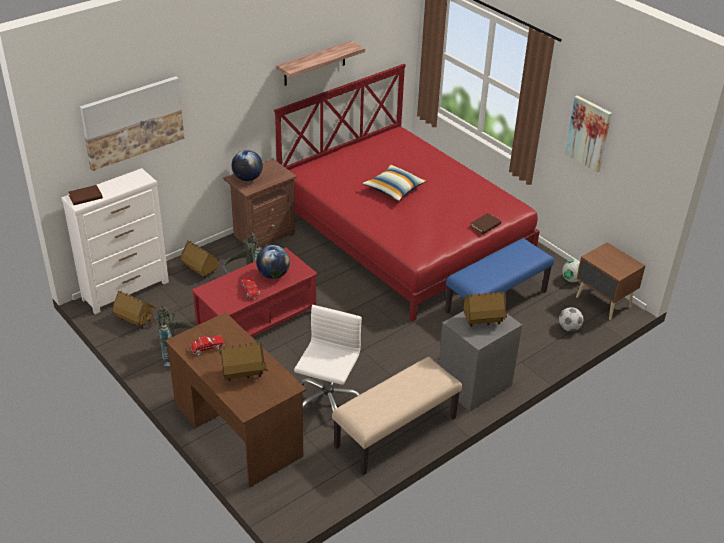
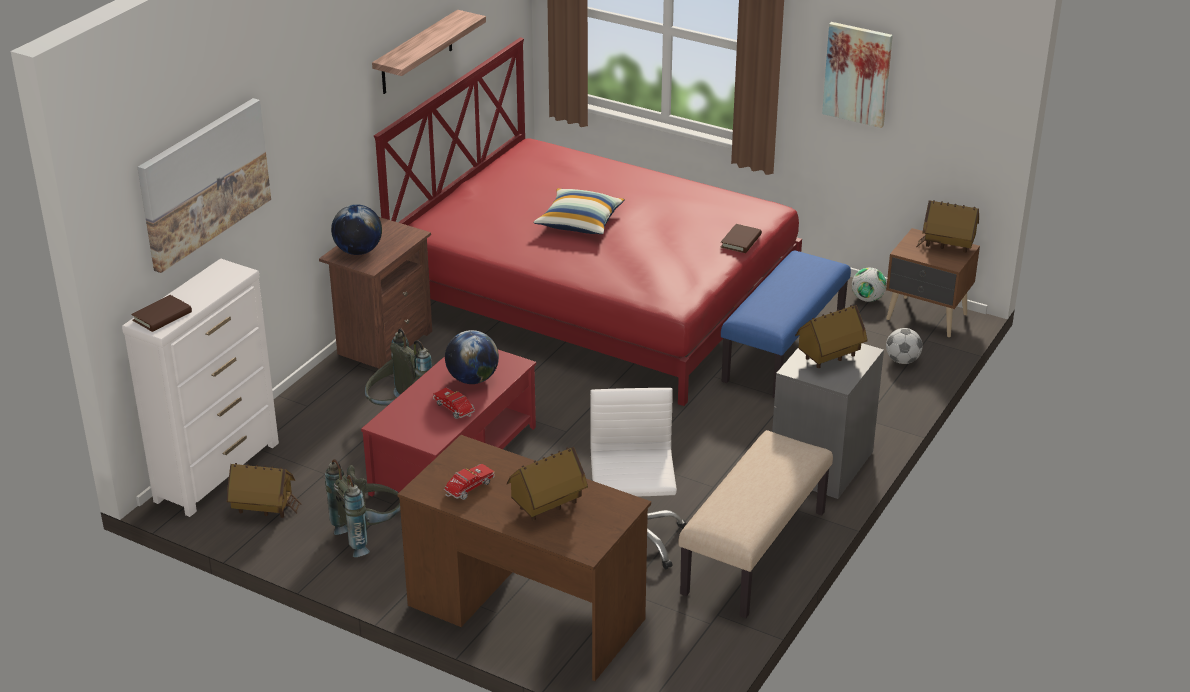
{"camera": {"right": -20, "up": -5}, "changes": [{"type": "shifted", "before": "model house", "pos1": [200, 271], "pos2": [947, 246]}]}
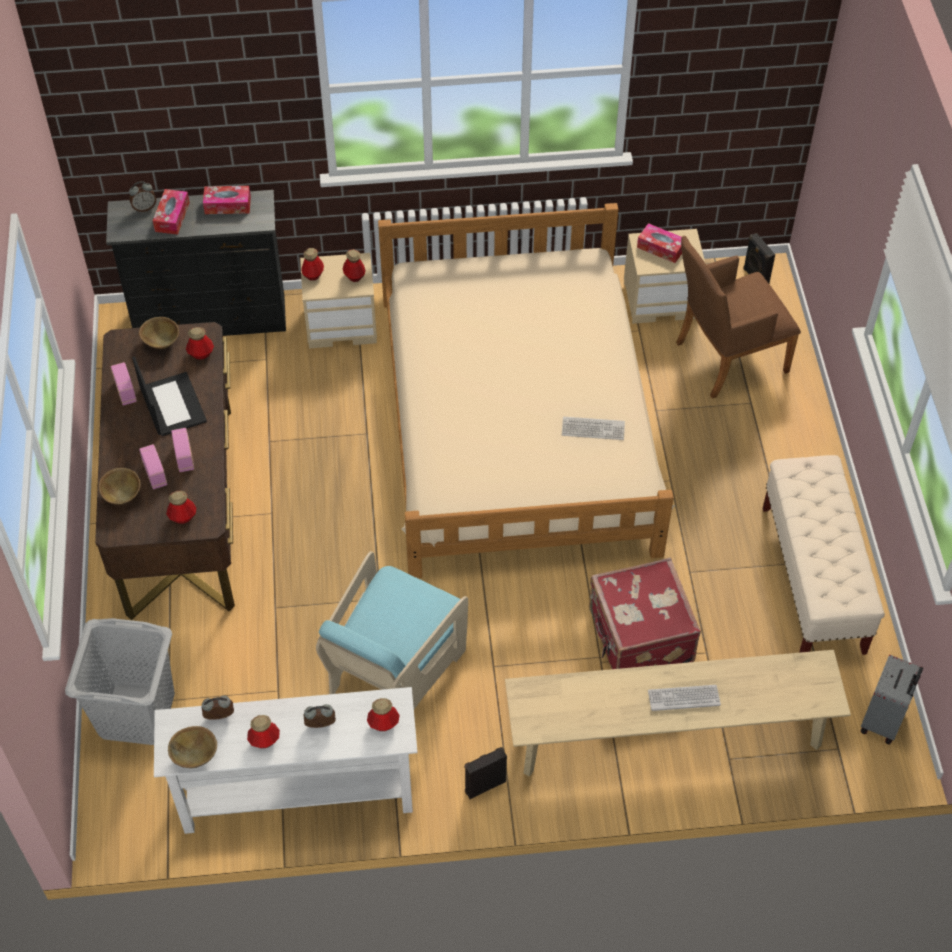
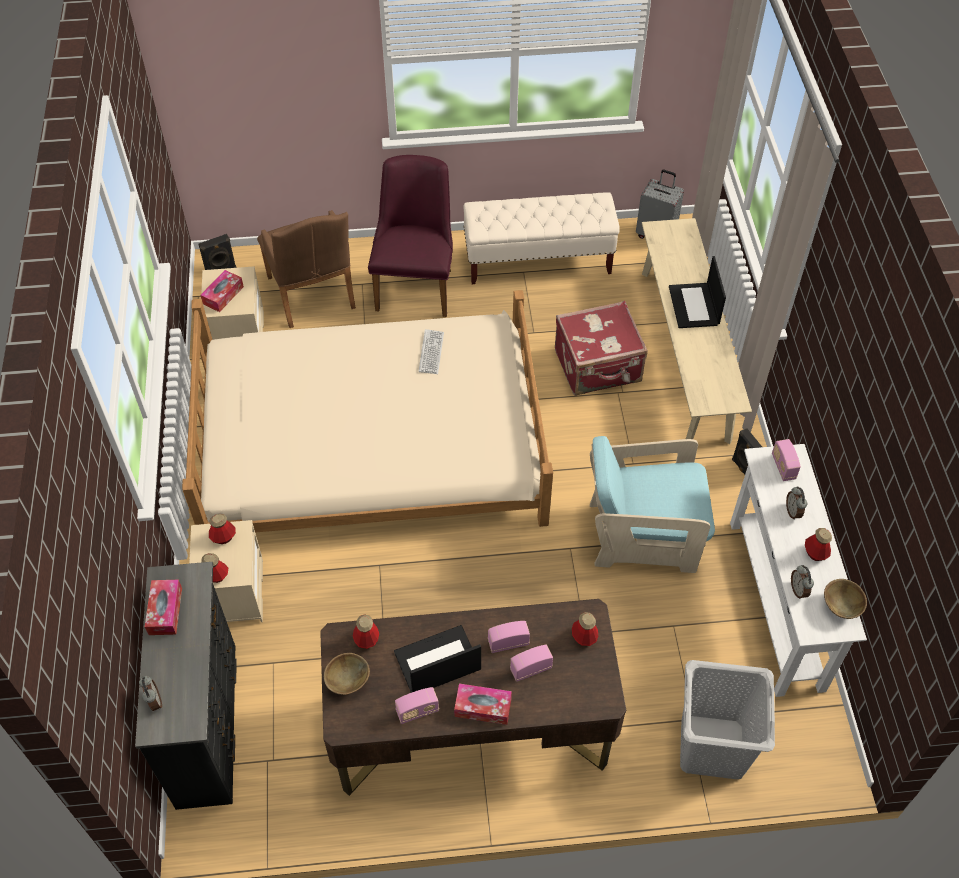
{"camera": {"right": -90, "up": 0}, "changes": [{"type": "shifted", "before": "tissue holder", "pos1": [172, 217], "pos2": [483, 707]}, {"type": "gone", "before": "brown-coloured bowl", "pos1": [122, 495]}, {"type": "rotated", "before": "blue-green easy chair", "pos1": [395, 669], "pos2": [643, 534], "turn": 150}, {"type": "swapped", "before": "computer keyboard", "after": "notebook computer", "pos1": [683, 698], "pos2": [694, 306]}, {"type": "swapped", "before": "beverage bottle", "after": "radio receiver", "pos1": [383, 723], "pos2": [783, 467]}, {"type": "new", "after": "purplish upright chair", "pos2": [416, 284]}]}
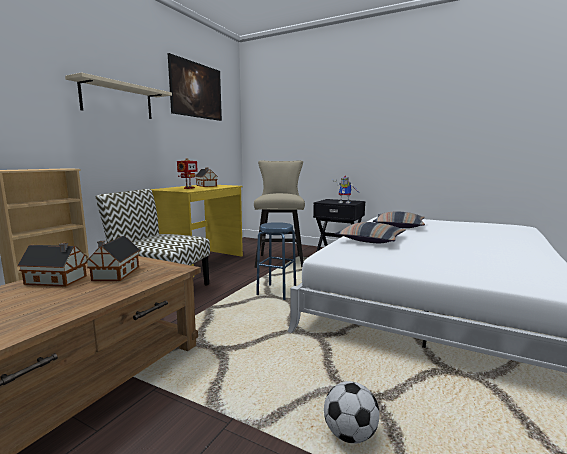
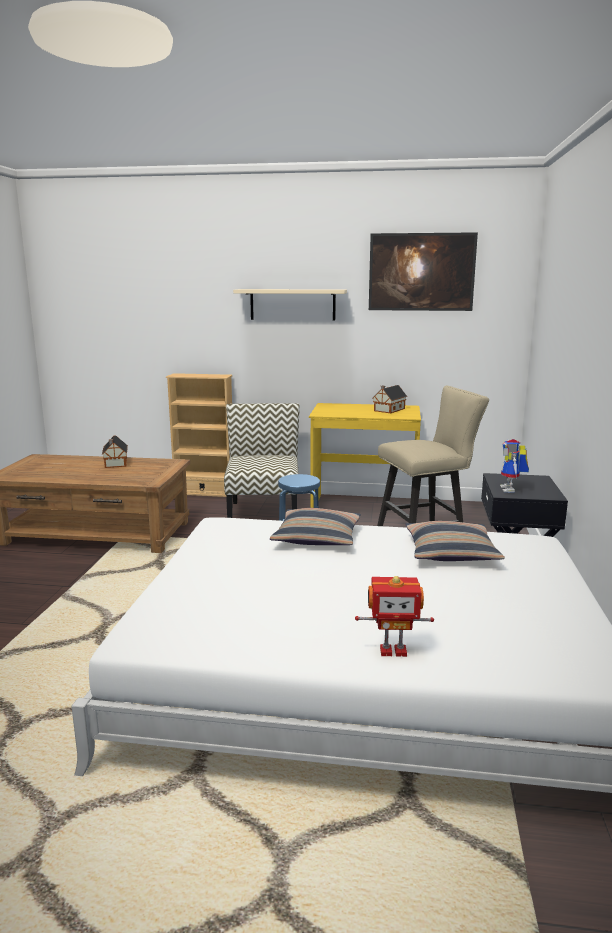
{"camera": {"right": 70, "up": 5}, "changes": [{"type": "shifted", "before": "robot figure", "pos1": [188, 188], "pos2": [393, 650]}, {"type": "gone", "before": "model house", "pos1": [114, 274]}, {"type": "gone", "before": "ball for football", "pos1": [349, 434]}]}
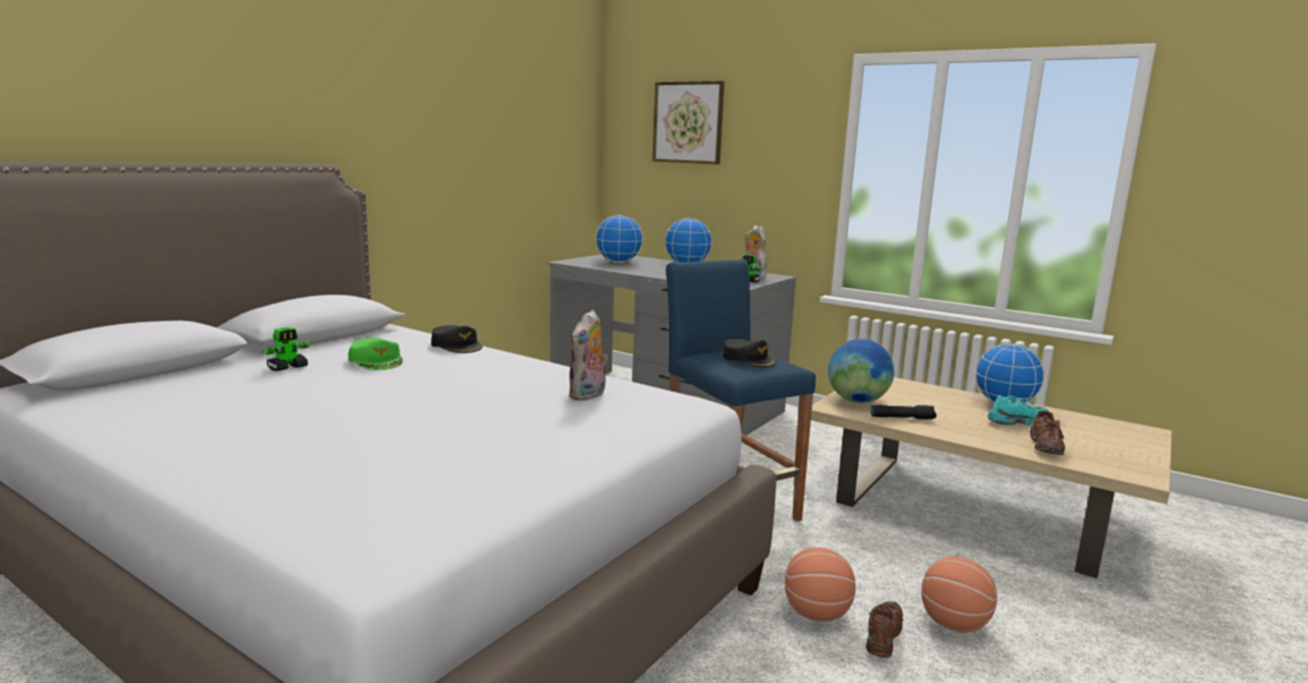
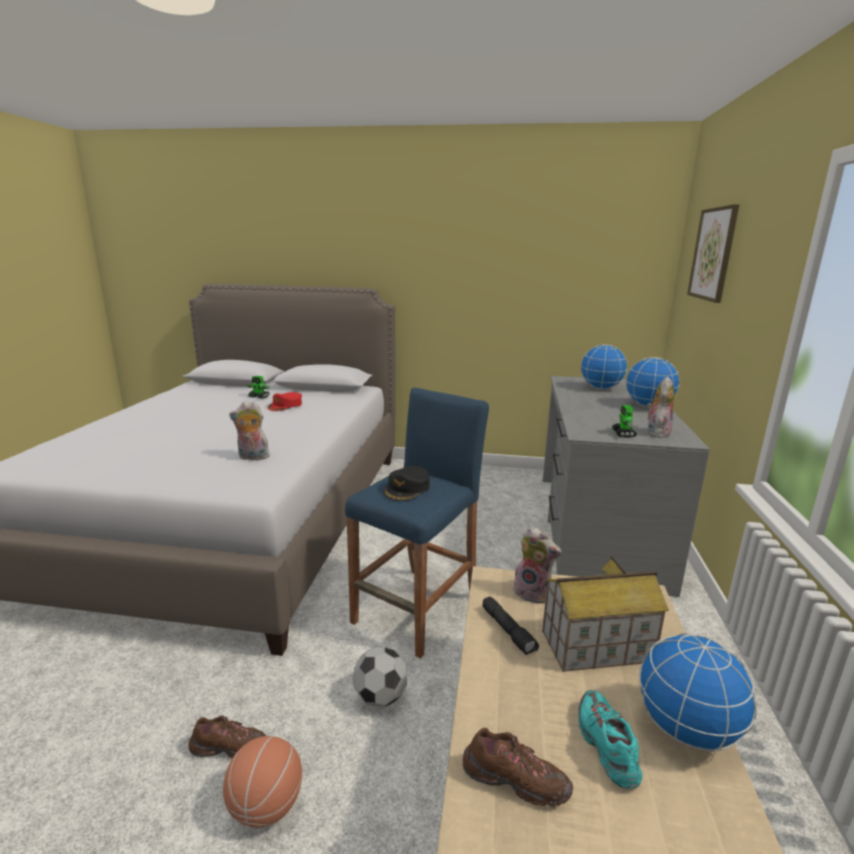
{"camera": {"right": 65, "up": 5}, "changes": [{"type": "gone", "before": "black cap", "pos1": [457, 345]}, {"type": "repainted", "before": "greenish cap", "after": "red-coloured cap", "pos1": [376, 361], "pos2": [285, 405]}, {"type": "swapped", "before": "globe", "after": "cuddly toy", "pos1": [857, 401], "pos2": [533, 593]}, {"type": "rotated", "before": "blue-green item of footwear", "pos1": [1016, 423], "pos2": [606, 745], "turn": -150}, {"type": "rotated", "before": "brown-coloured item of footwear", "pos1": [1045, 447], "pos2": [514, 781], "turn": -150}, {"type": "gone", "before": "basketball ball", "pos1": [817, 614]}, {"type": "new", "after": "model house", "pos2": [596, 647]}, {"type": "new", "after": "ball for football", "pos2": [380, 697]}]}
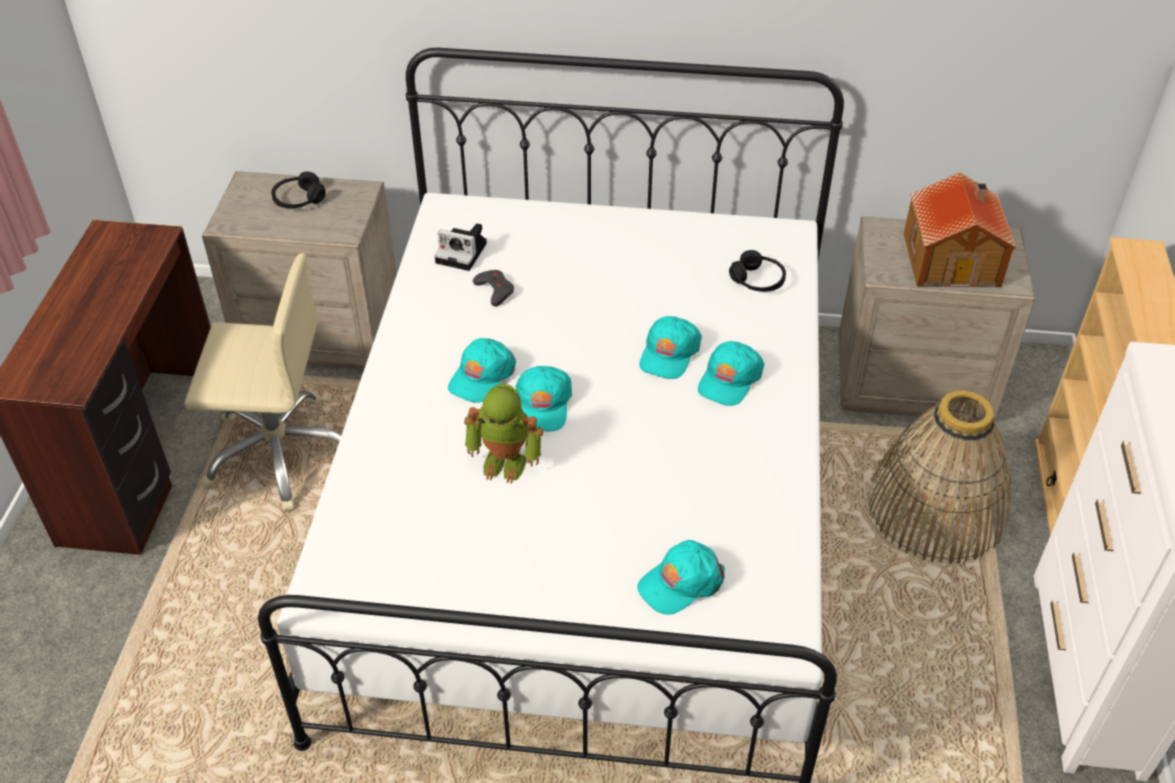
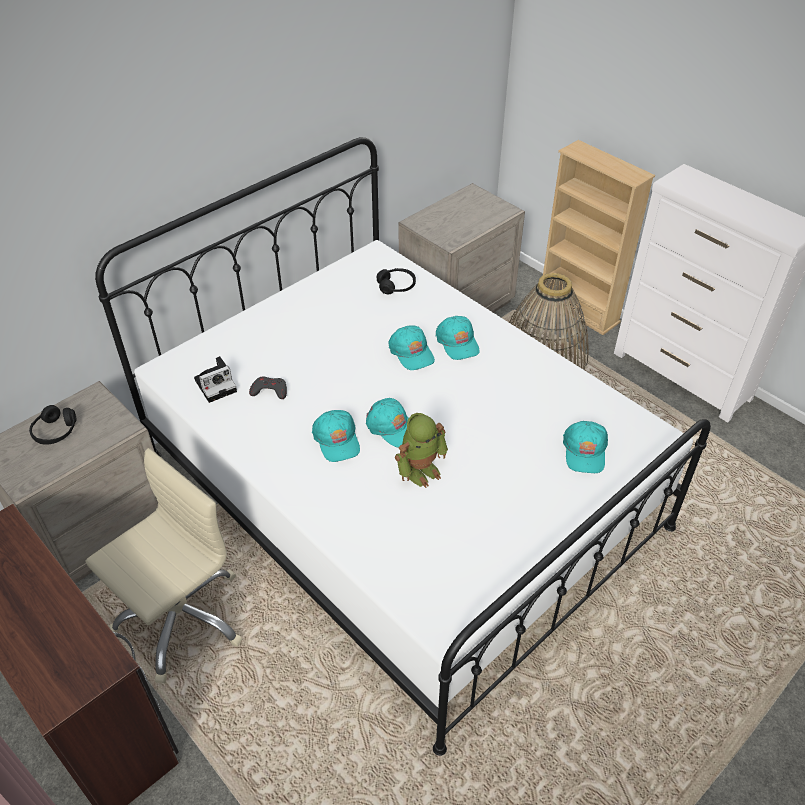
{"camera": {"right": -50, "up": 0}, "changes": [{"type": "gone", "before": "model house", "pos1": [953, 258]}]}
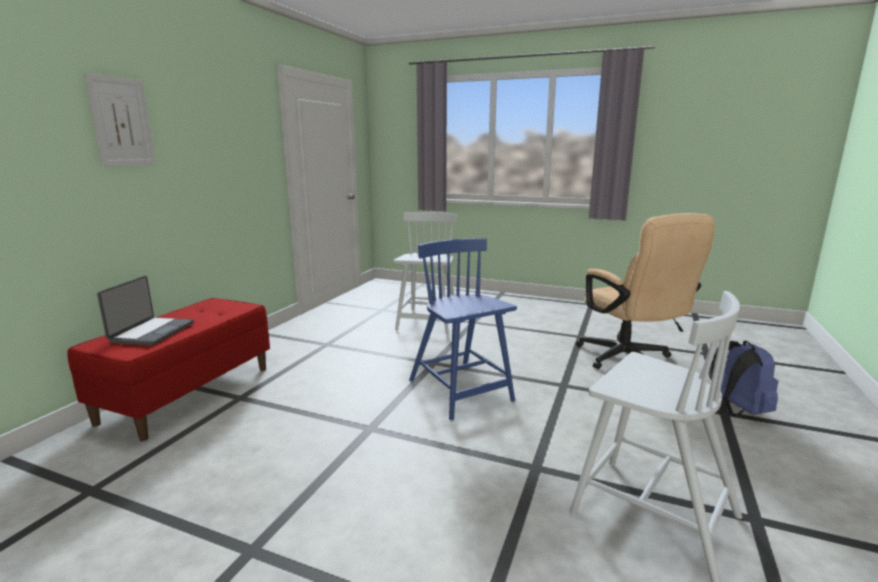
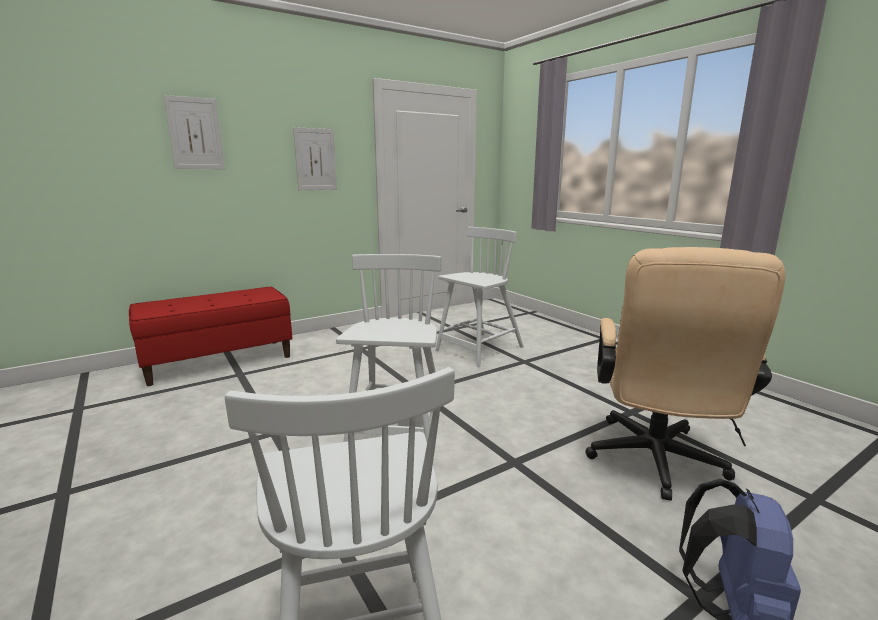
{"camera": {"right": 35, "up": 0}, "changes": [{"type": "repainted", "before": "bluish upright chair", "after": "white-coloured upright chair", "pos1": [460, 391], "pos2": [397, 428]}, {"type": "gone", "before": "notebook computer", "pos1": [151, 332]}, {"type": "new", "after": "wall picture", "pos2": [315, 159]}]}
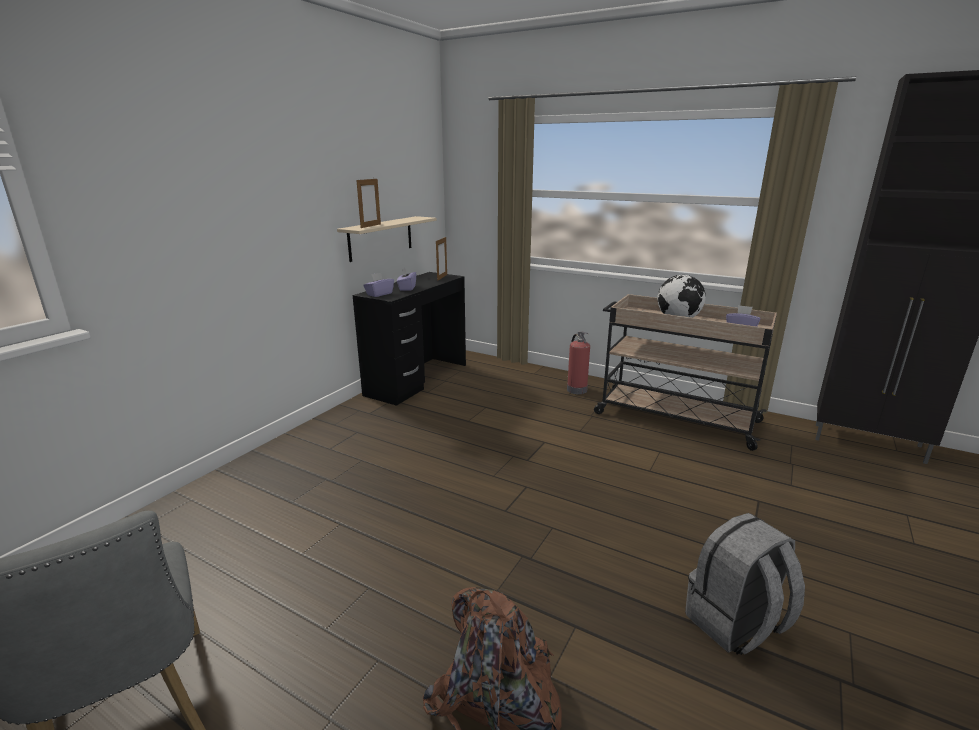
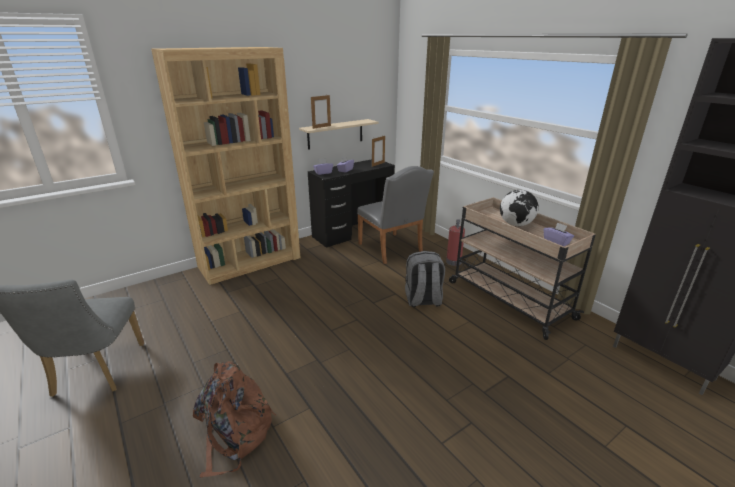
{"camera": {"right": 25, "up": 5}, "changes": [{"type": "shifted", "before": "gray rucksack", "pos1": [735, 624], "pos2": [423, 300]}, {"type": "new", "after": "brown-coloured shelving unit", "pos2": [250, 262]}, {"type": "new", "after": "gray upright chair", "pos2": [392, 249]}]}
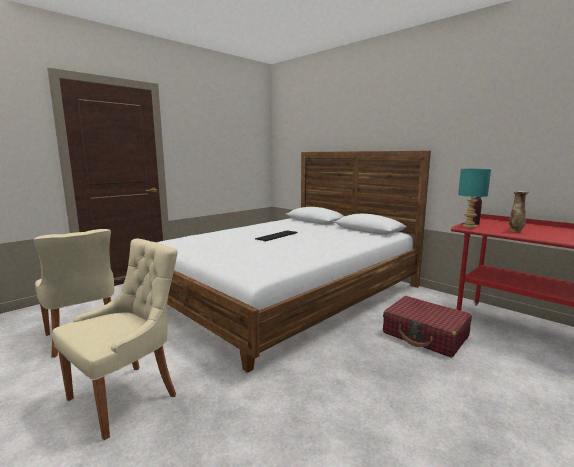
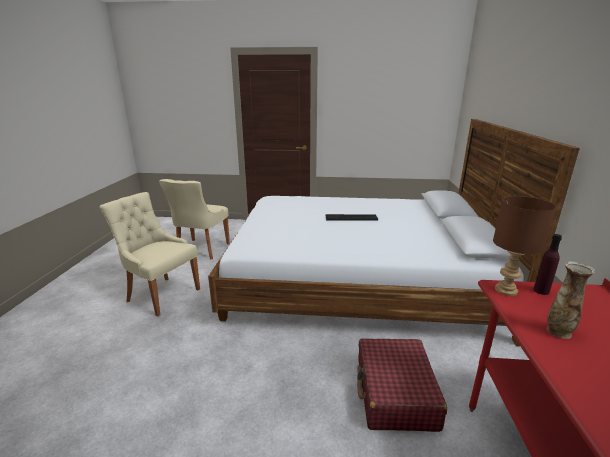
{"camera": {"right": 50, "up": 10}, "changes": [{"type": "repainted", "before": "blue-green tabletop lamp", "after": "brown-coloured tabletop lamp", "pos1": [469, 226], "pos2": [506, 291]}, {"type": "rotated", "before": "beige-coloured upright chair", "pos1": [127, 395], "pos2": [161, 294], "turn": -150}]}
